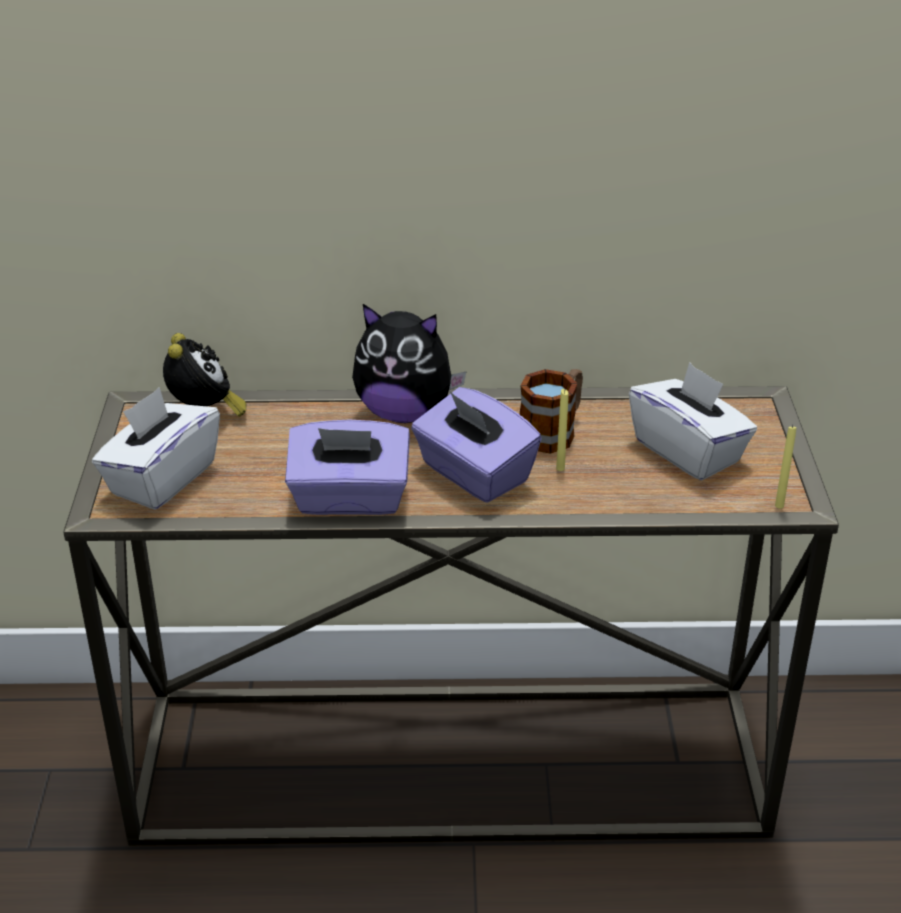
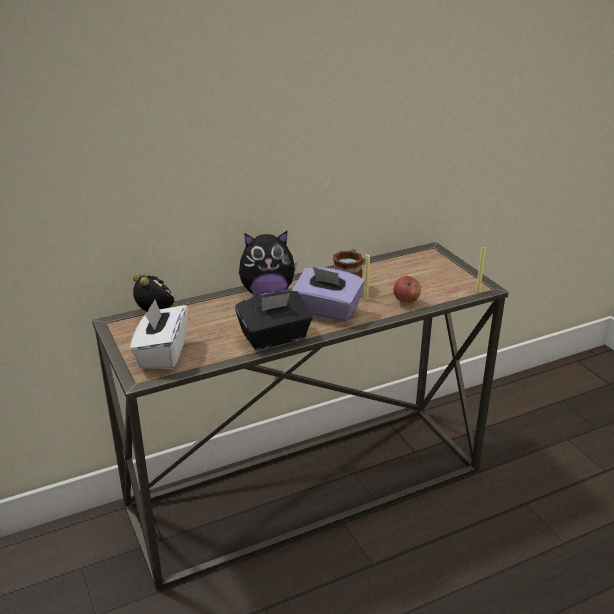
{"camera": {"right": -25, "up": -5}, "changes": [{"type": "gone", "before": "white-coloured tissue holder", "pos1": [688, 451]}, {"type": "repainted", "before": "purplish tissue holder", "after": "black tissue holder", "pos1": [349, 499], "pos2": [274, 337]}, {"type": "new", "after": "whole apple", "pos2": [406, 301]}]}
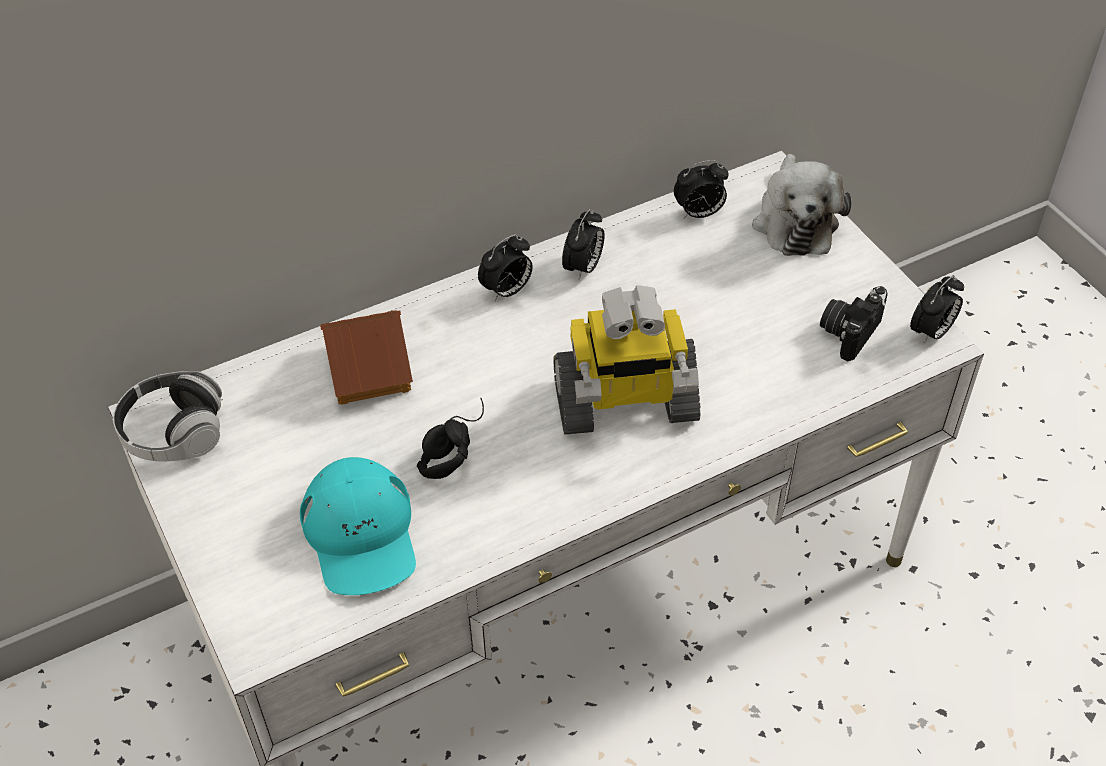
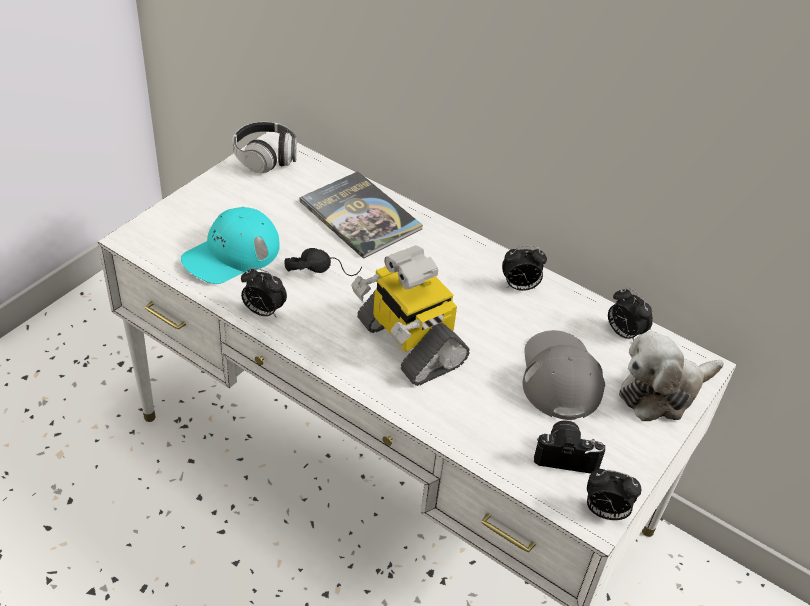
{"camera": {"right": 60, "up": -5}, "changes": [{"type": "shifted", "before": "table clock", "pos1": [507, 291], "pos2": [263, 311]}, {"type": "swapped", "before": "model house", "after": "volume", "pos1": [367, 369], "pos2": [360, 215]}, {"type": "new", "after": "gray cap", "pos2": [560, 376]}]}
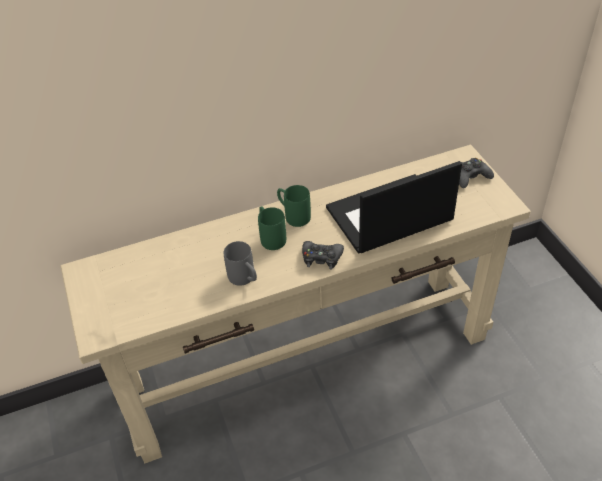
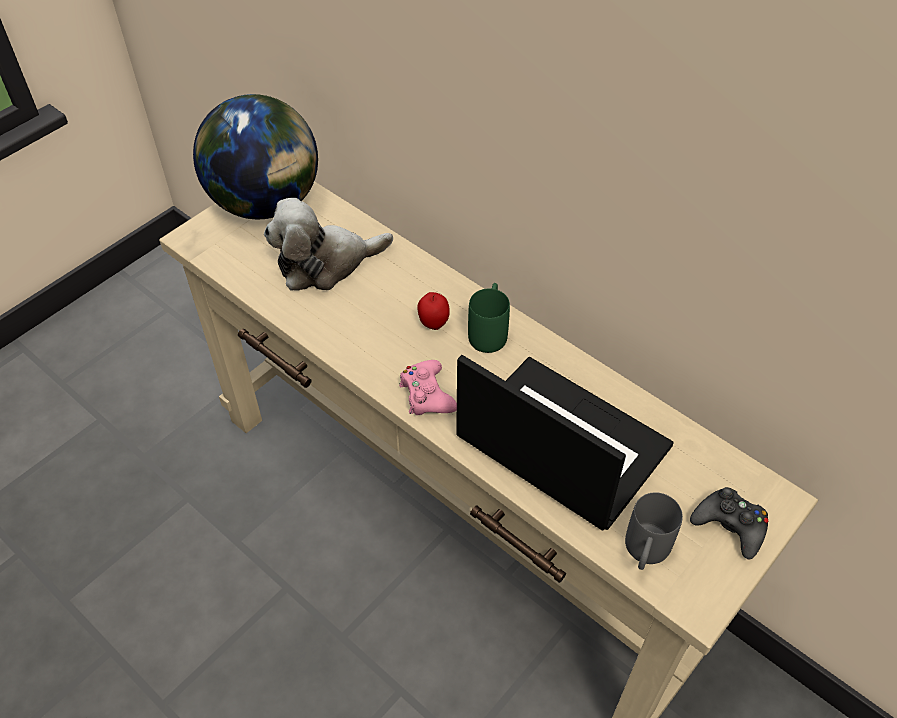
{"camera": {"right": 60, "up": 5}, "changes": [{"type": "swapped", "before": "greenish tea mug", "after": "whole apple", "pos1": [270, 237], "pos2": [433, 324]}, {"type": "shifted", "before": "gray tea mug", "pos1": [245, 279], "pos2": [644, 553]}, {"type": "repainted", "before": "black gamepad", "after": "pink-coloured gamepad", "pos1": [321, 258], "pos2": [426, 395]}, {"type": "new", "after": "globe", "pos2": [266, 203]}, {"type": "new", "after": "cuddly toy", "pos2": [325, 263]}]}
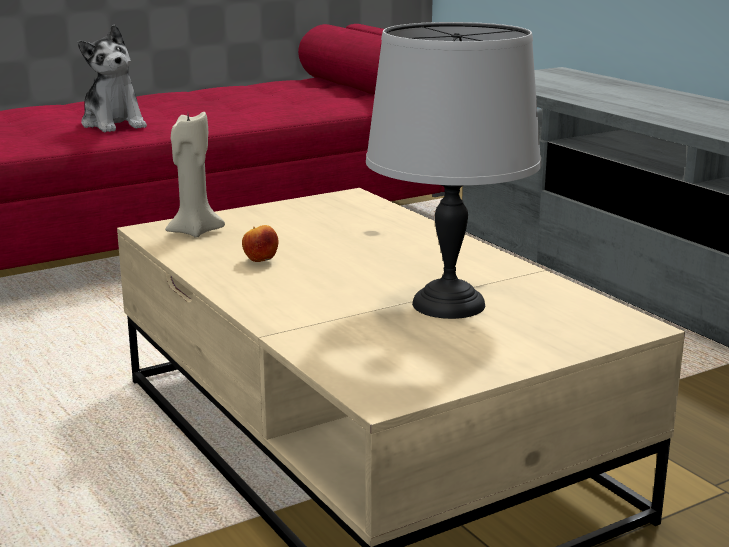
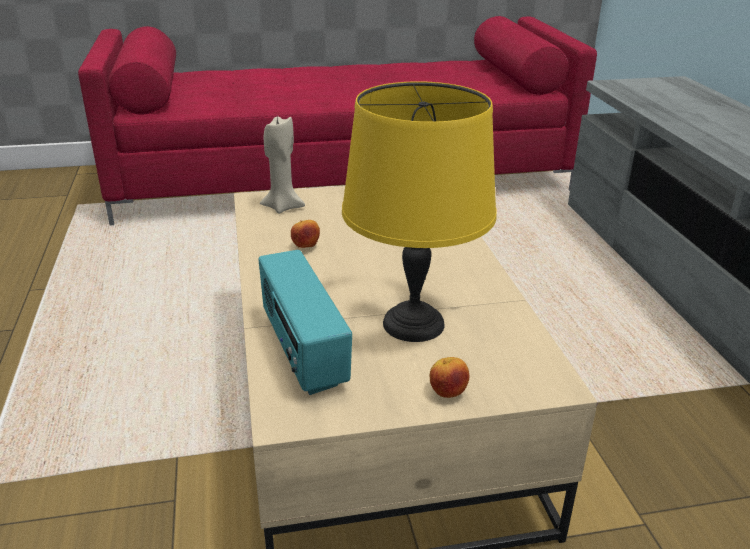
{"camera": {"right": 20, "up": 10}, "changes": [{"type": "repainted", "before": "gray tabletop lamp", "after": "yellow-coloured tabletop lamp", "pos1": [447, 304], "pos2": [413, 323]}, {"type": "gone", "before": "cuddly toy", "pos1": [114, 124]}, {"type": "new", "after": "radio receiver", "pos2": [302, 352]}, {"type": "new", "after": "whole apple", "pos2": [447, 393]}]}
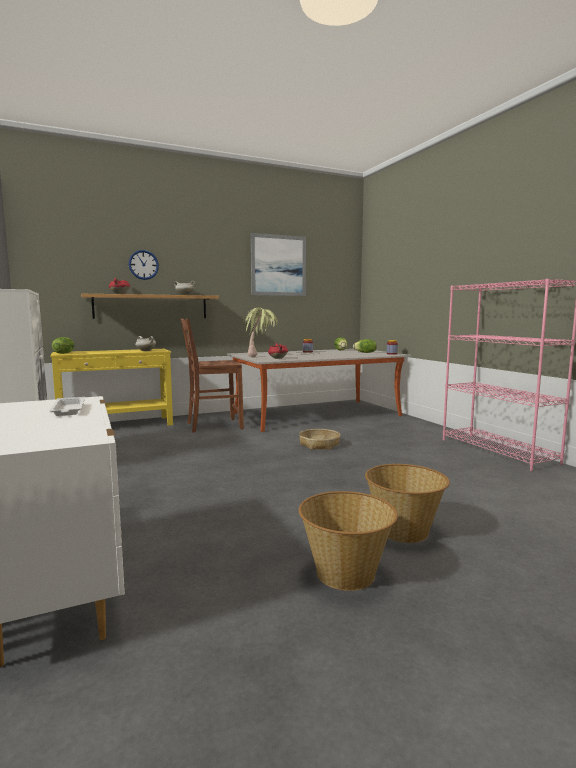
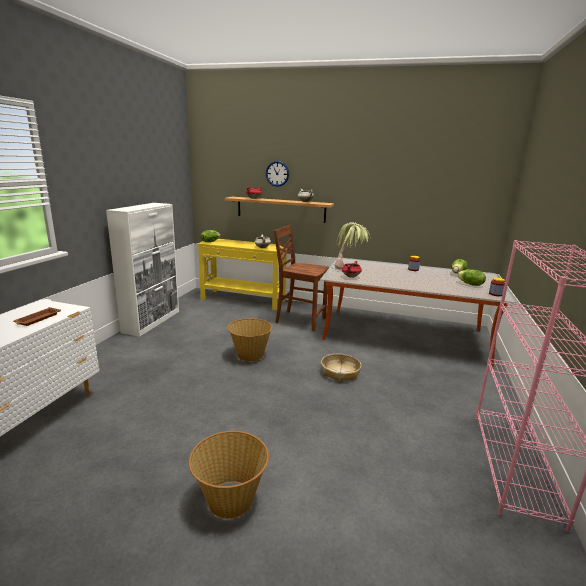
{"camera": {"right": 40, "up": 10}, "changes": [{"type": "gone", "before": "wall picture", "pos1": [278, 265]}, {"type": "repainted", "before": "white-coloured tray", "after": "brown-coloured tray", "pos1": [68, 410], "pos2": [37, 319]}, {"type": "shifted", "before": "basket", "pos1": [346, 574], "pos2": [250, 355]}]}
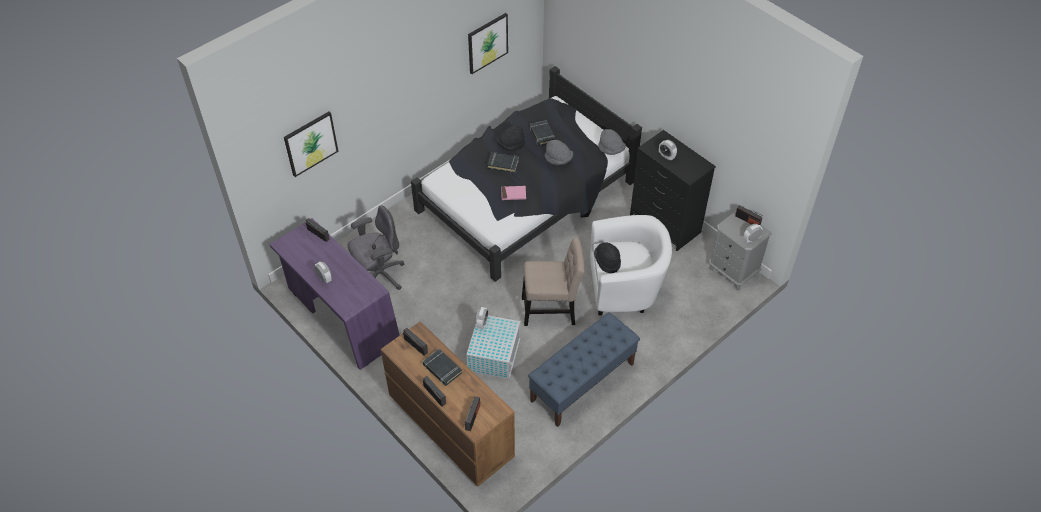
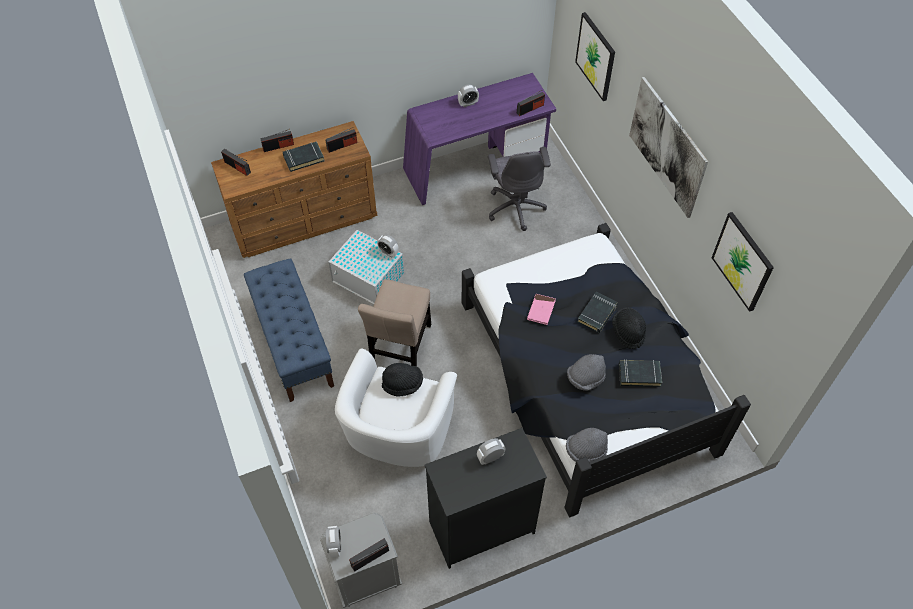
{"camera": {"right": 110, "up": 5}, "changes": [{"type": "new", "after": "wall picture", "pos2": [667, 147]}]}
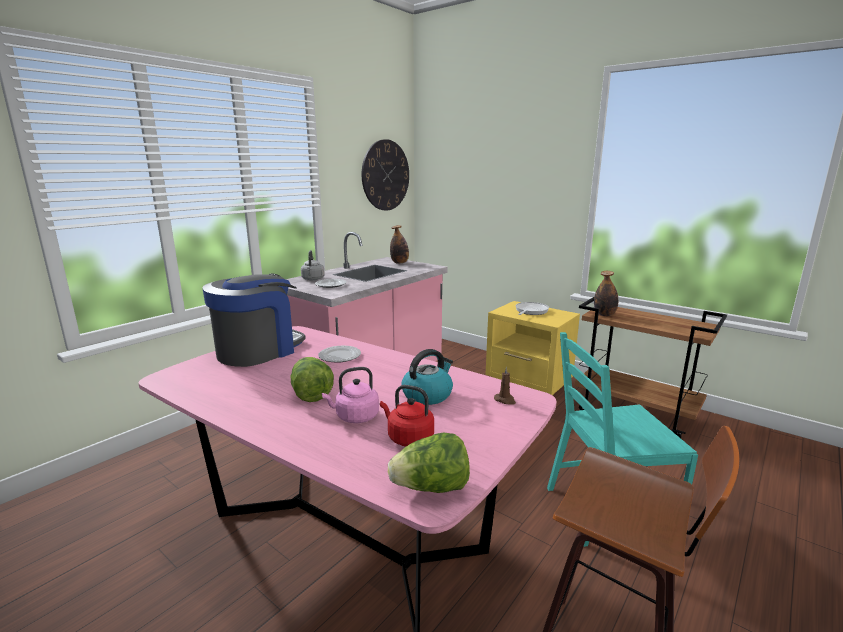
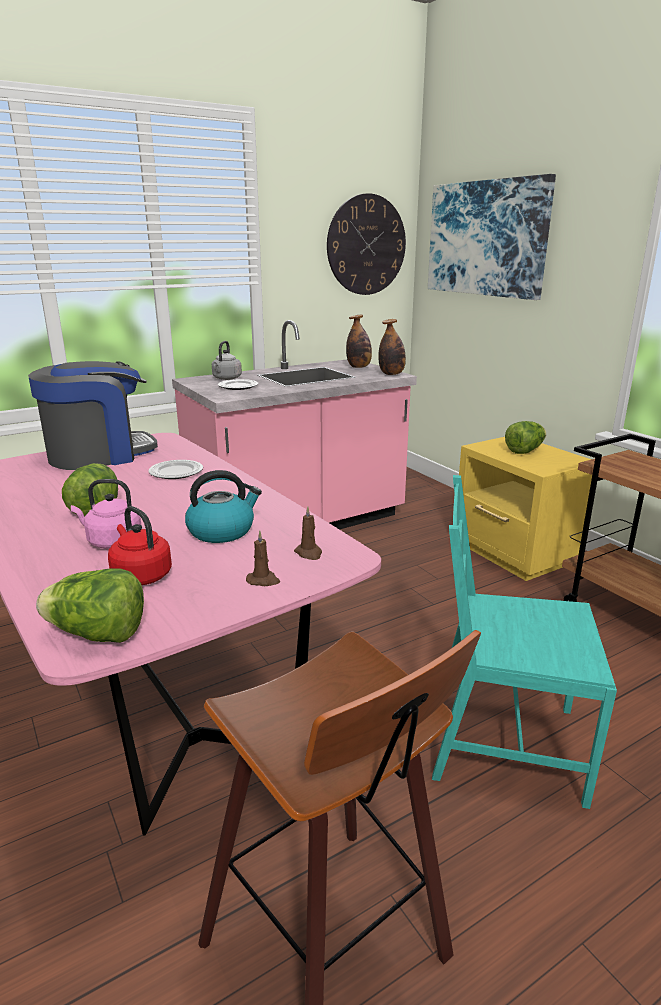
{"camera": {"right": 20, "up": 5}, "changes": [{"type": "shifted", "before": "beverage bottle", "pos1": [604, 314], "pos2": [391, 374]}, {"type": "swapped", "before": "pan", "after": "lettuce head", "pos1": [530, 311], "pos2": [525, 451]}, {"type": "new", "after": "wall picture", "pos2": [486, 238]}, {"type": "new", "after": "brown-coloured candle", "pos2": [263, 580]}]}
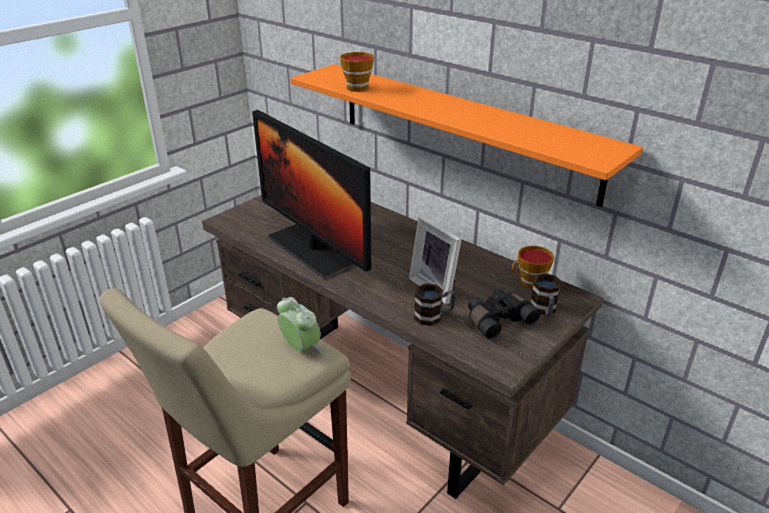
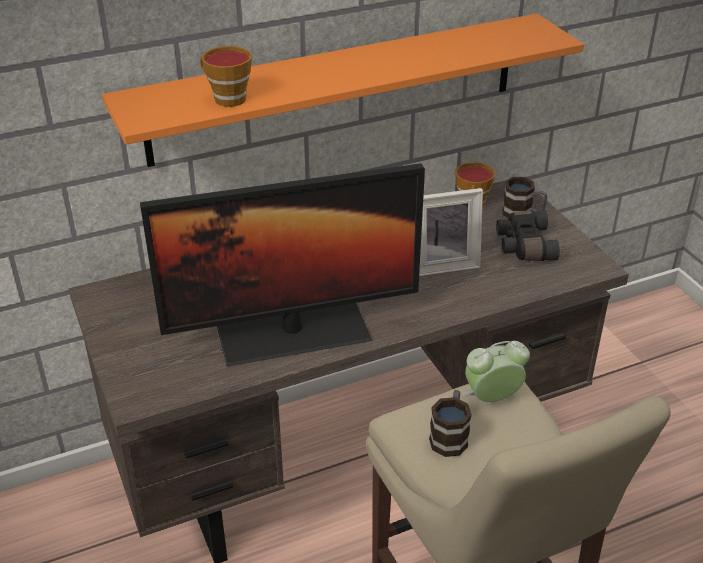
{"camera": {"right": -65, "up": 5}, "changes": [{"type": "shifted", "before": "tea mug", "pos1": [434, 316], "pos2": [450, 436]}]}
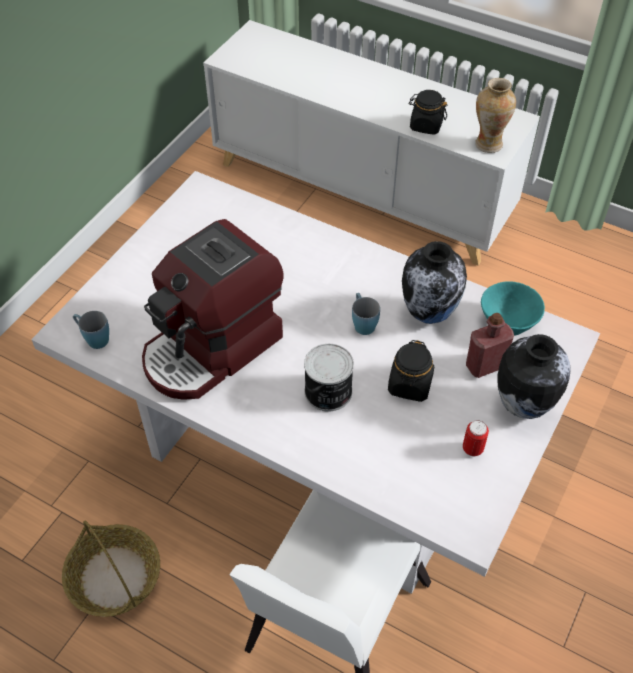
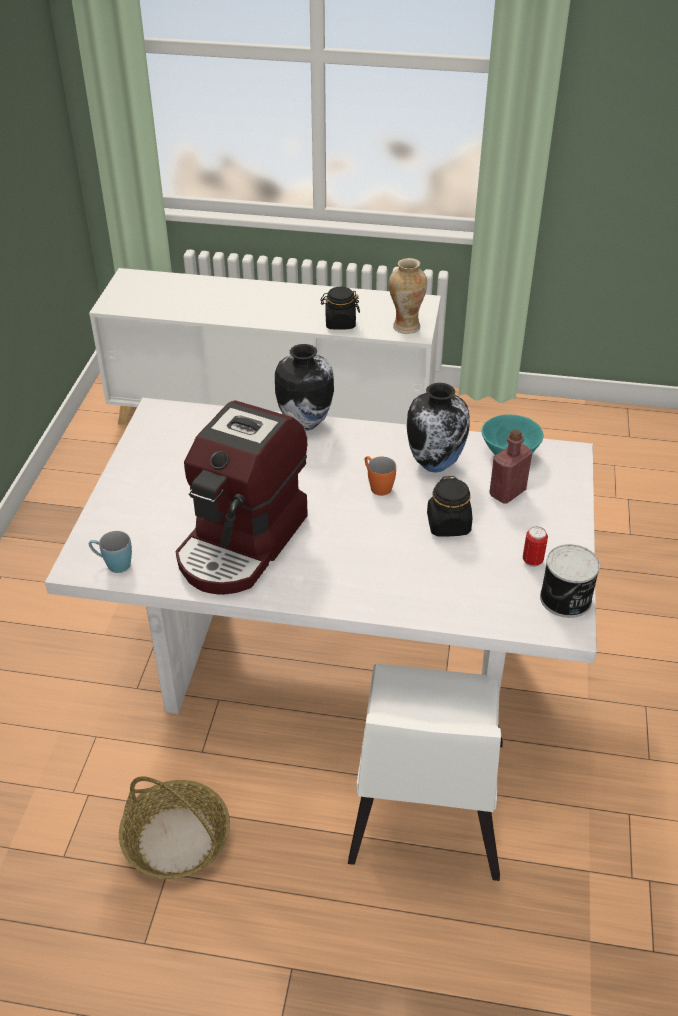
{"camera": {"right": -20, "up": -10}, "changes": [{"type": "repainted", "before": "bluish tea mug", "after": "orangey tea mug", "pos1": [362, 323], "pos2": [377, 486]}, {"type": "shifted", "before": "vase", "pos1": [522, 405], "pos2": [304, 423]}, {"type": "shifted", "before": "can", "pos1": [328, 392], "pos2": [566, 600]}]}
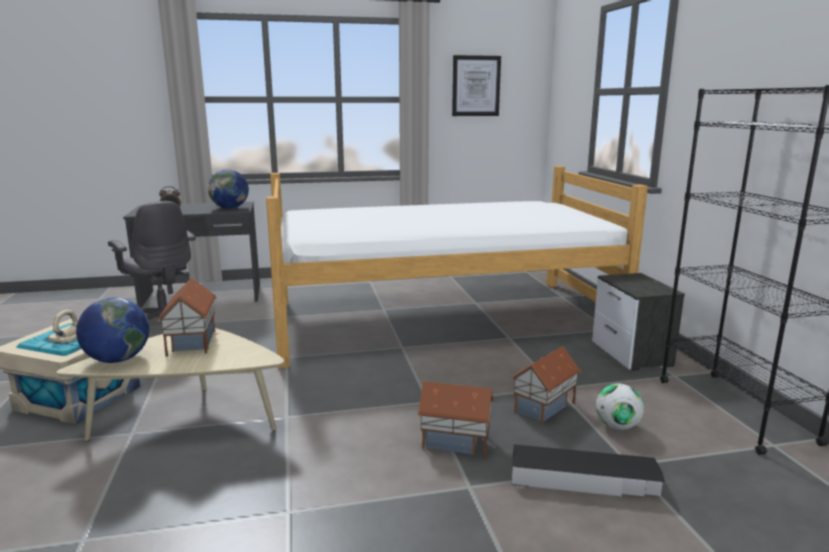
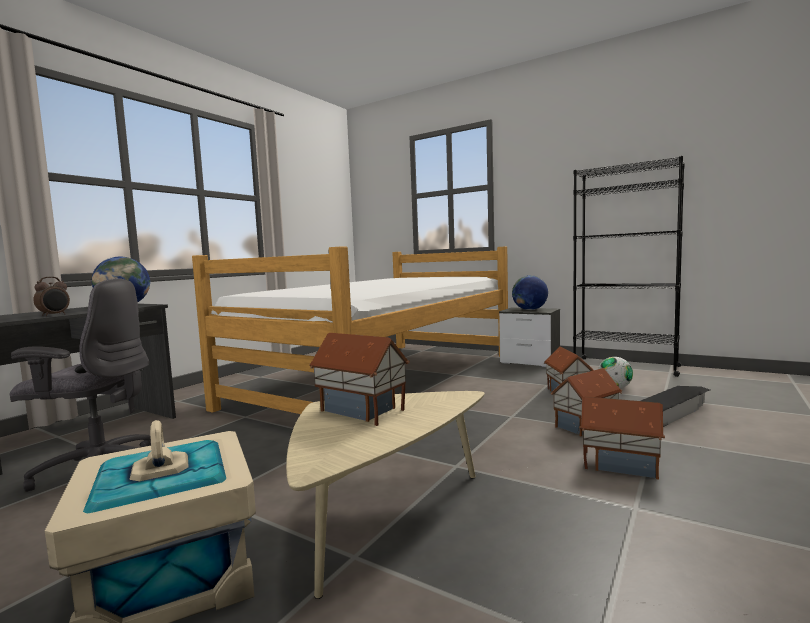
{"camera": {"right": -45, "up": -10}, "changes": [{"type": "gone", "before": "wall picture", "pos1": [476, 86]}, {"type": "shifted", "before": "globe", "pos1": [118, 359], "pos2": [530, 310]}, {"type": "new", "after": "model house", "pos2": [619, 464]}]}
